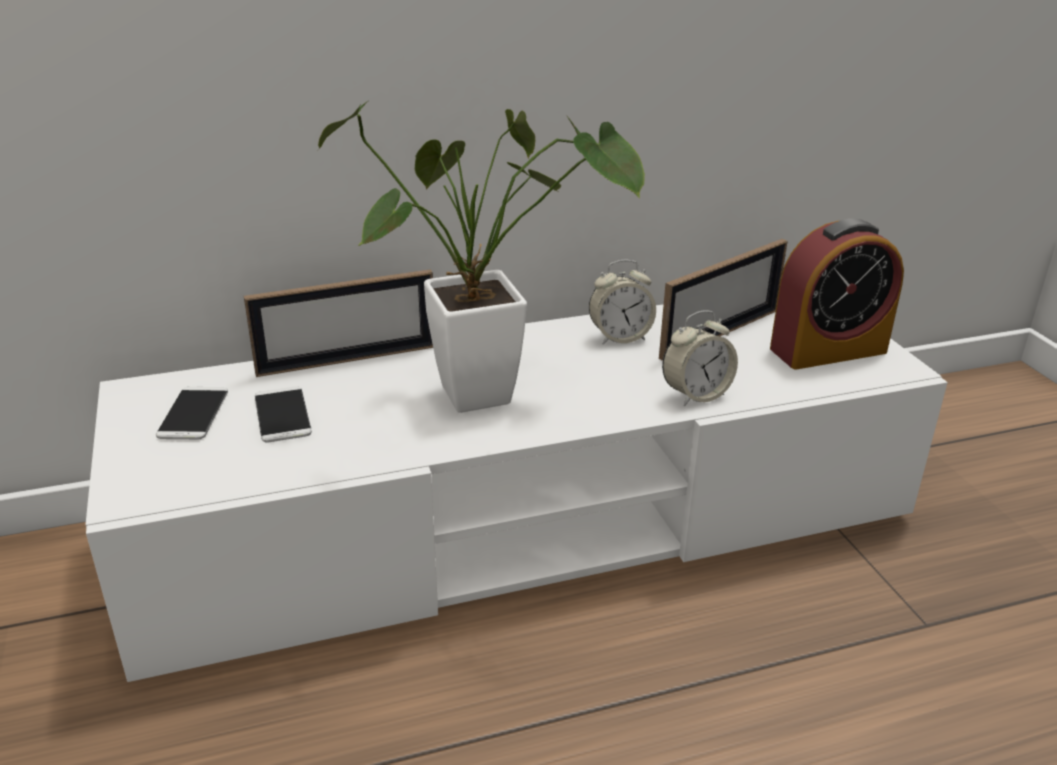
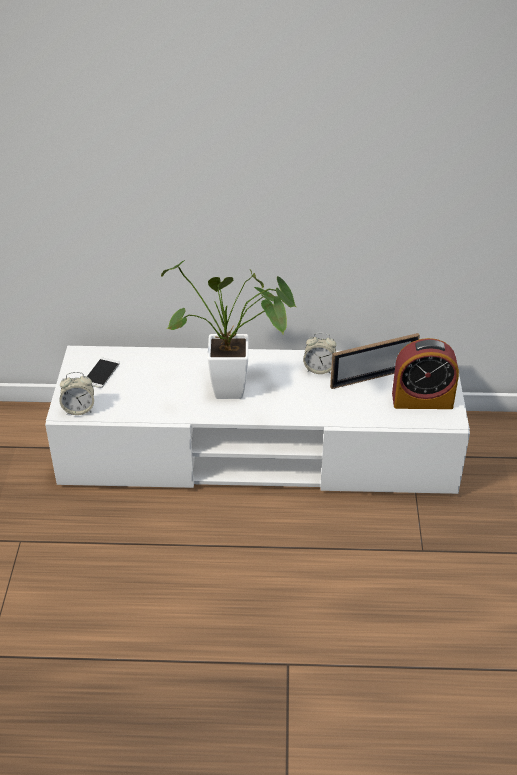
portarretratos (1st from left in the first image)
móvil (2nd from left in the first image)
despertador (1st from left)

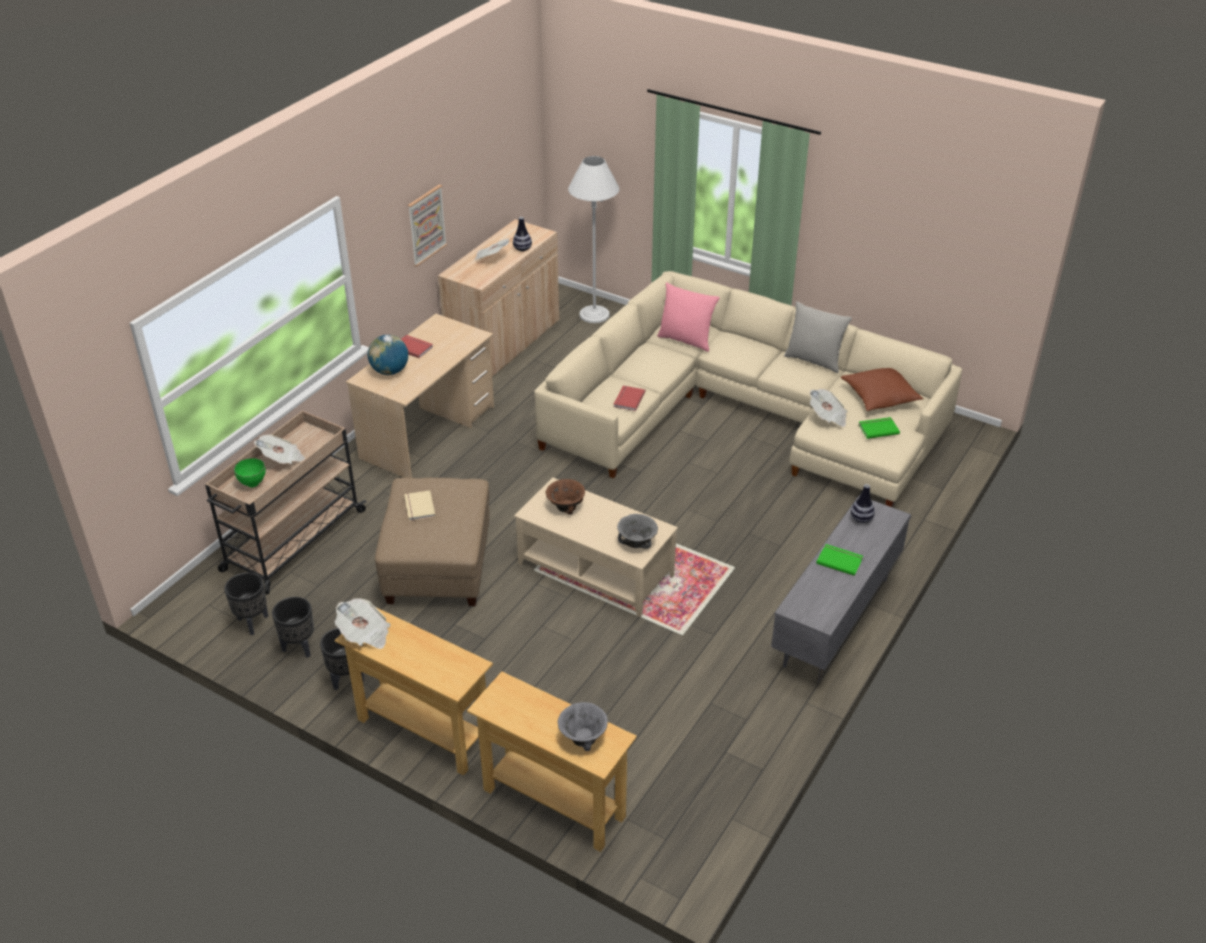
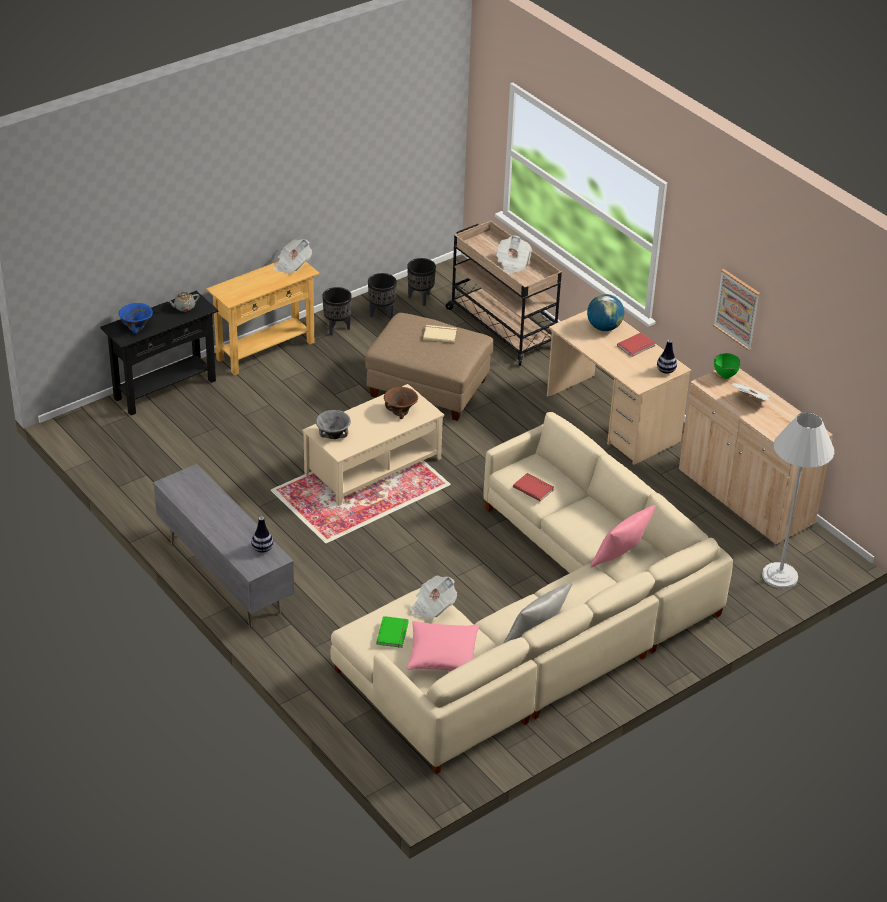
cuenco (verde)
mesa consola (negro)
florero (2nd from left)
cuenco (azul)
libro (verde) (1st from left in the first image)
cojín (rosa) (1st from left)
tetera (gris)

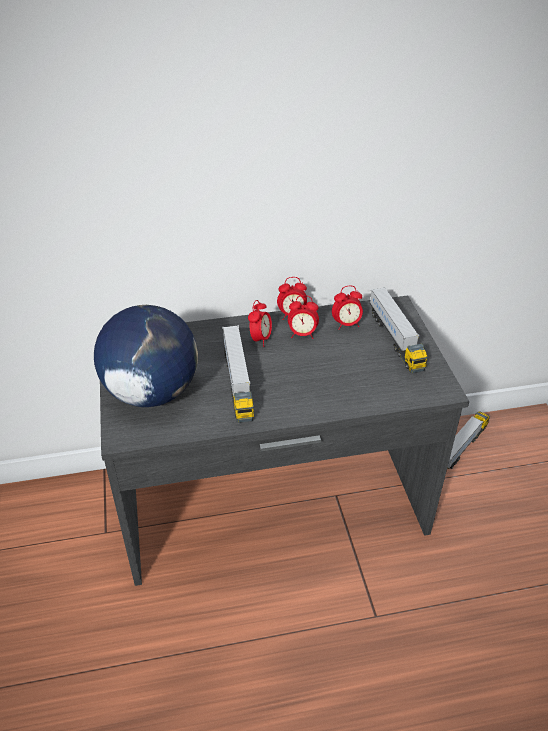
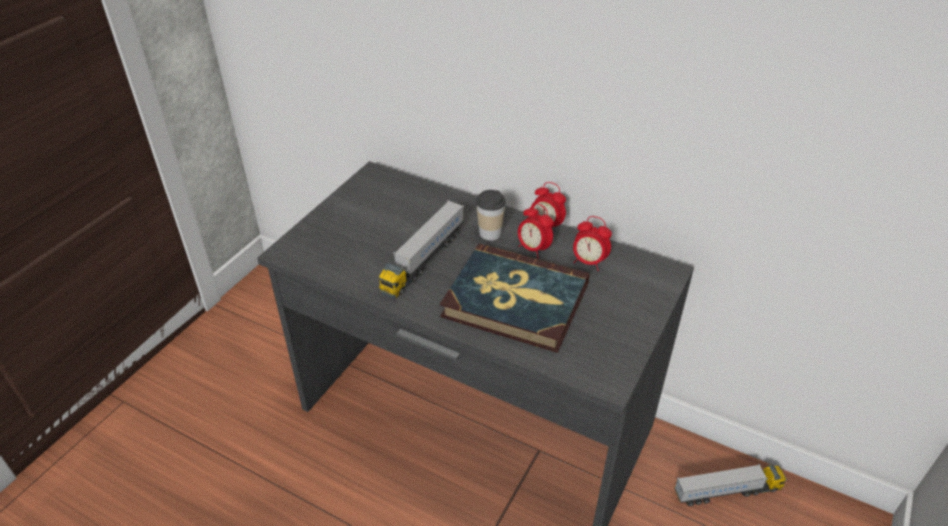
globo terráqueo
taza
camión de juguete (2nd from left in the first image)
libro

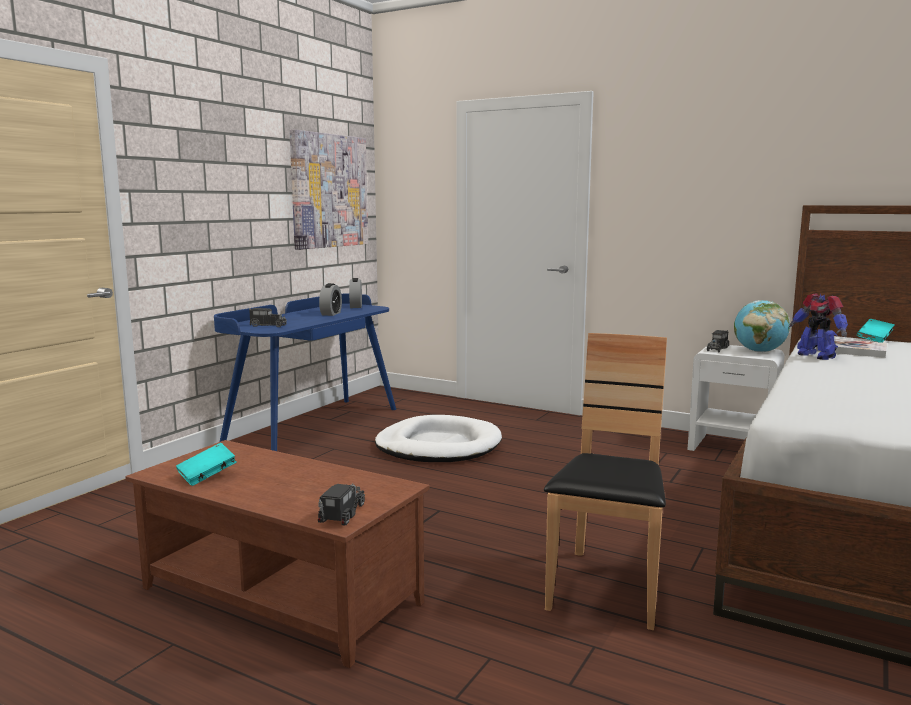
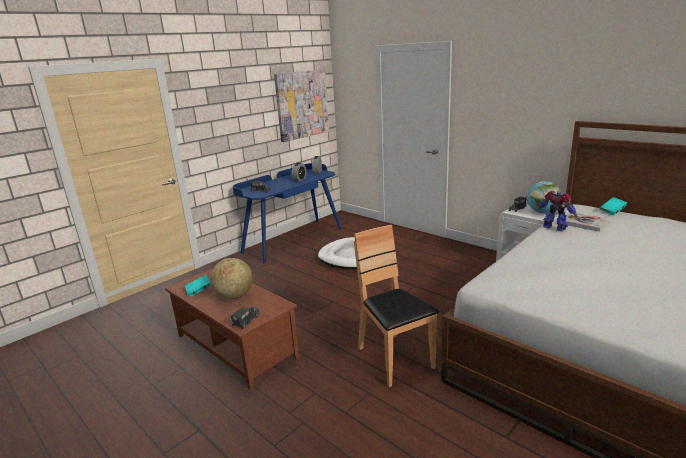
silla (marrón)
robot de juguete
globo terráqueo (1st from left)

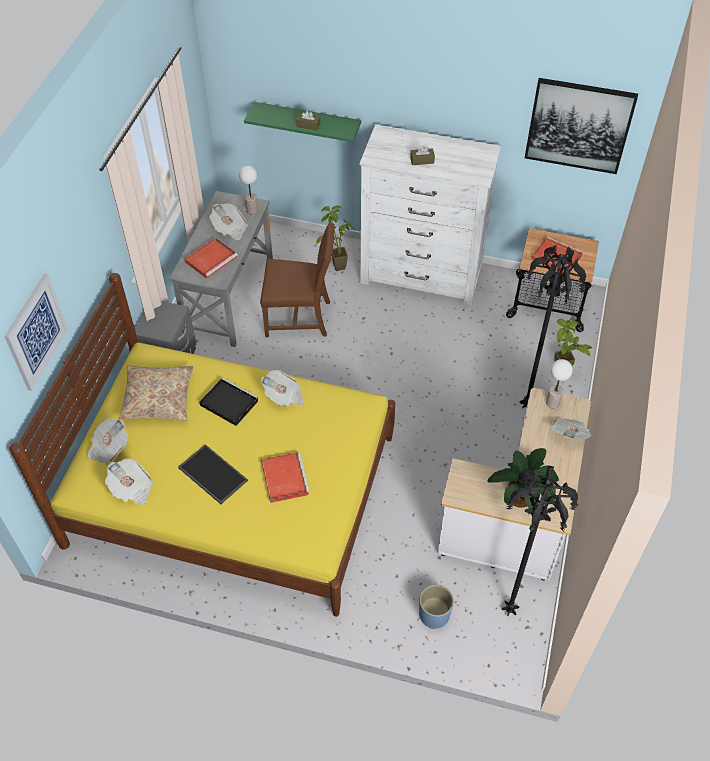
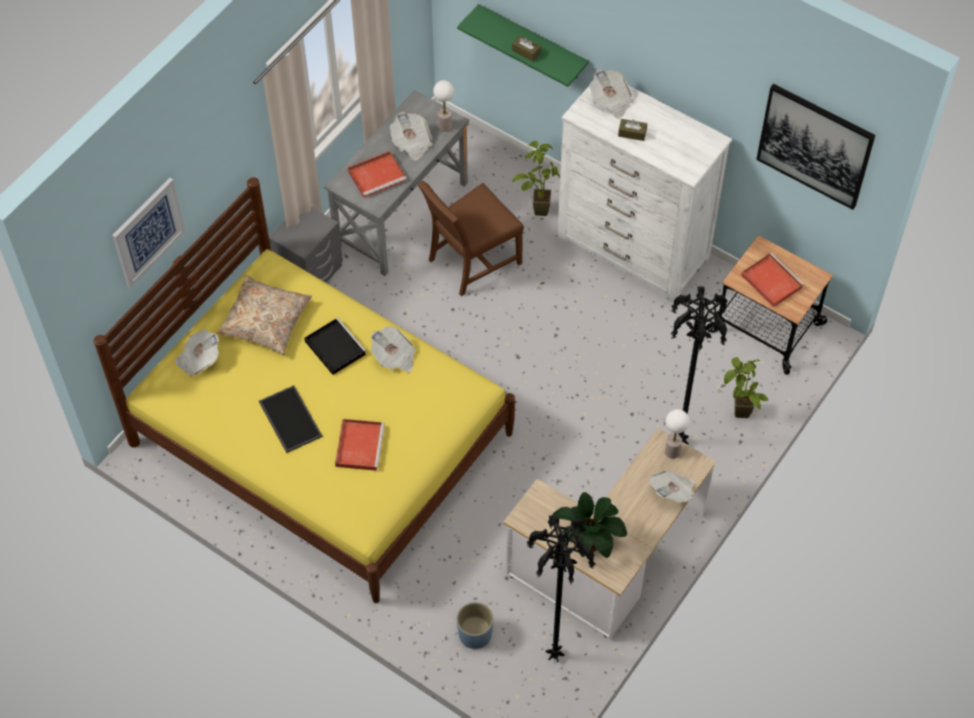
periódico (4th from left)
silla (marrón)

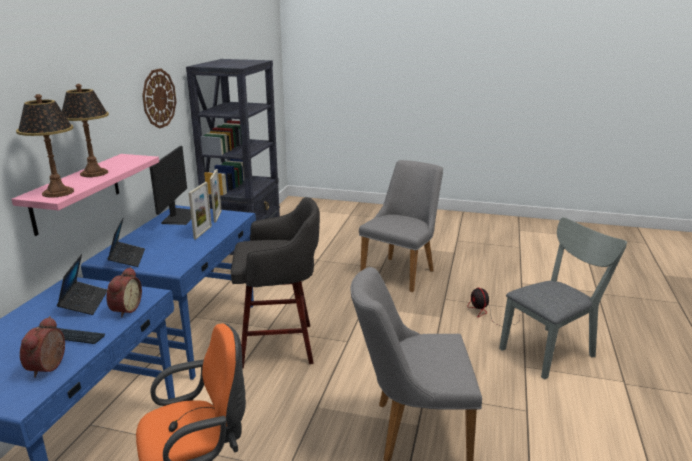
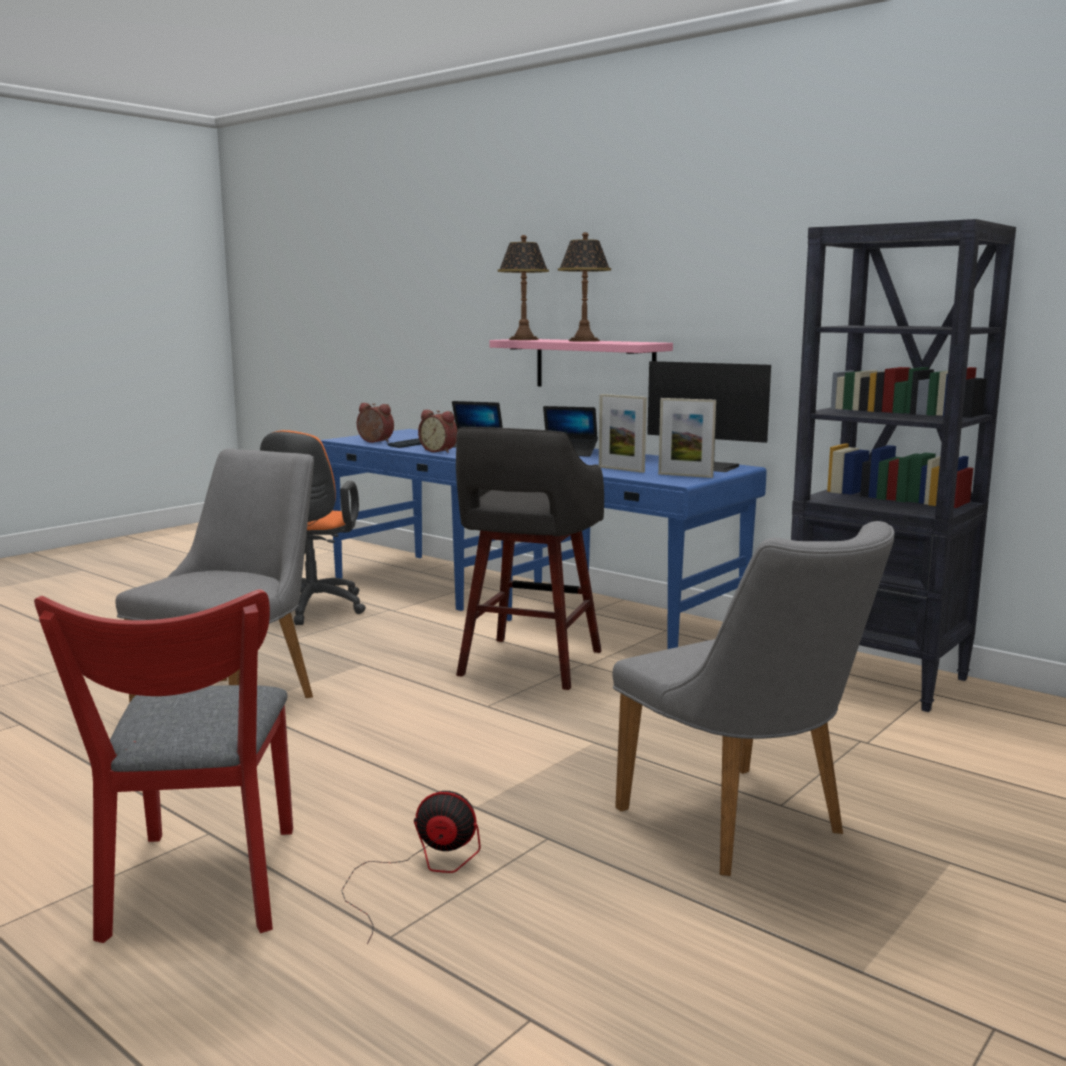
reloj de pared
silla (rojo)

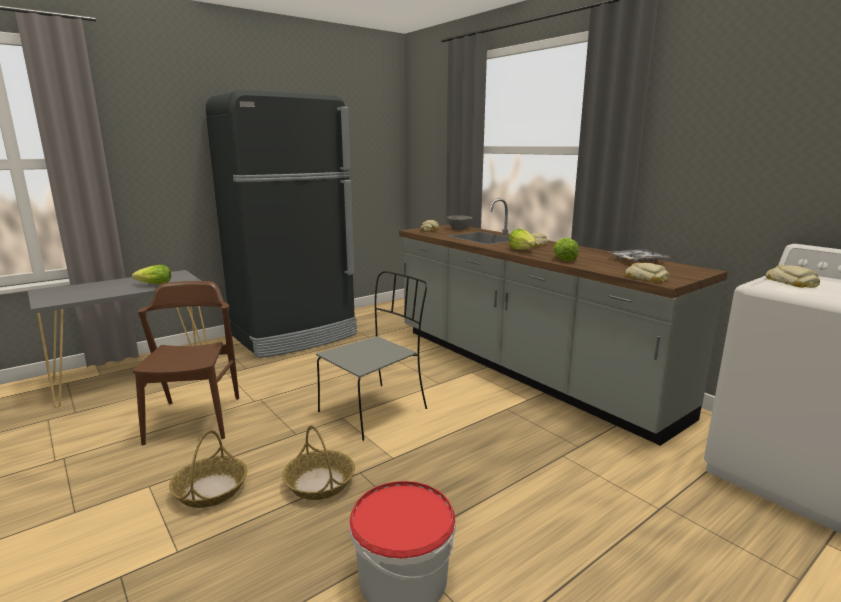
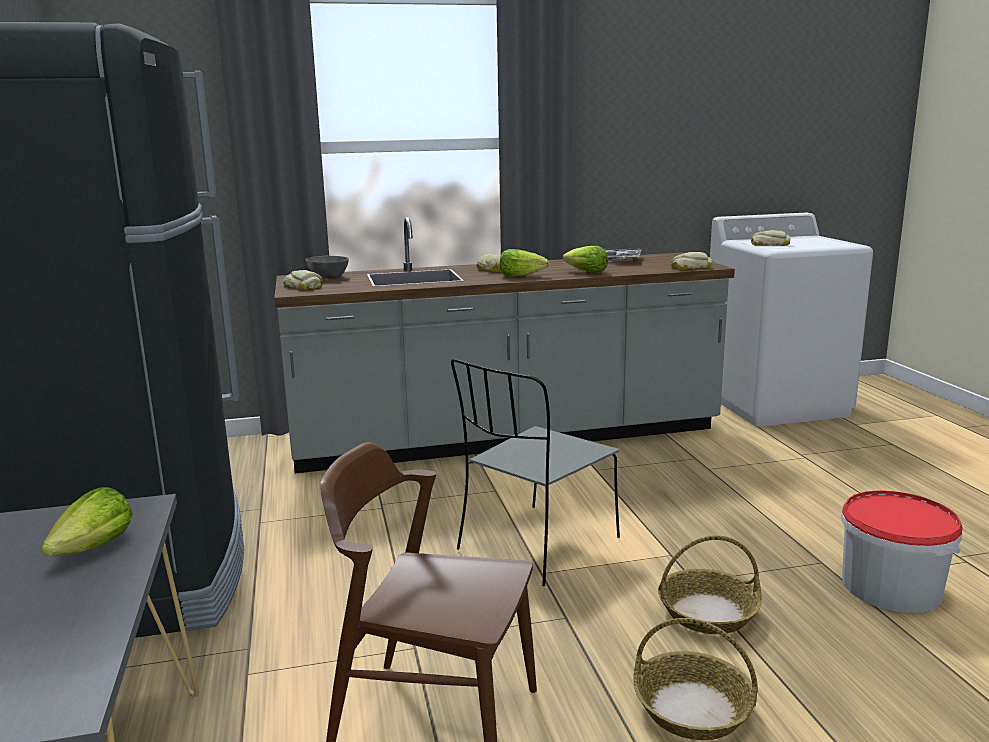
silla (gris)

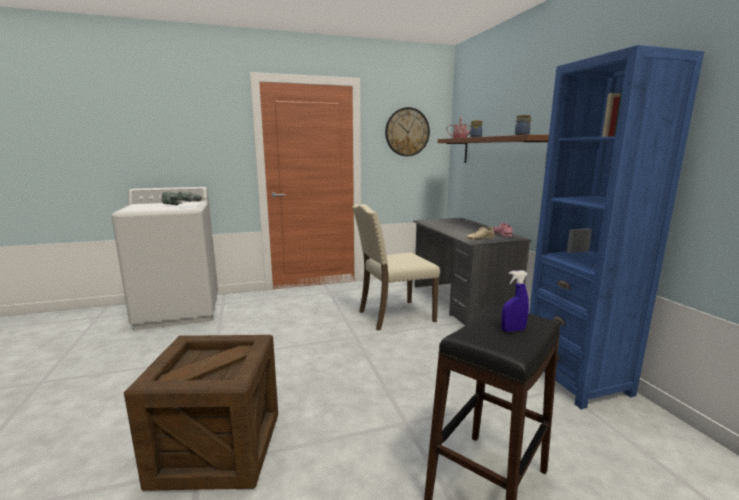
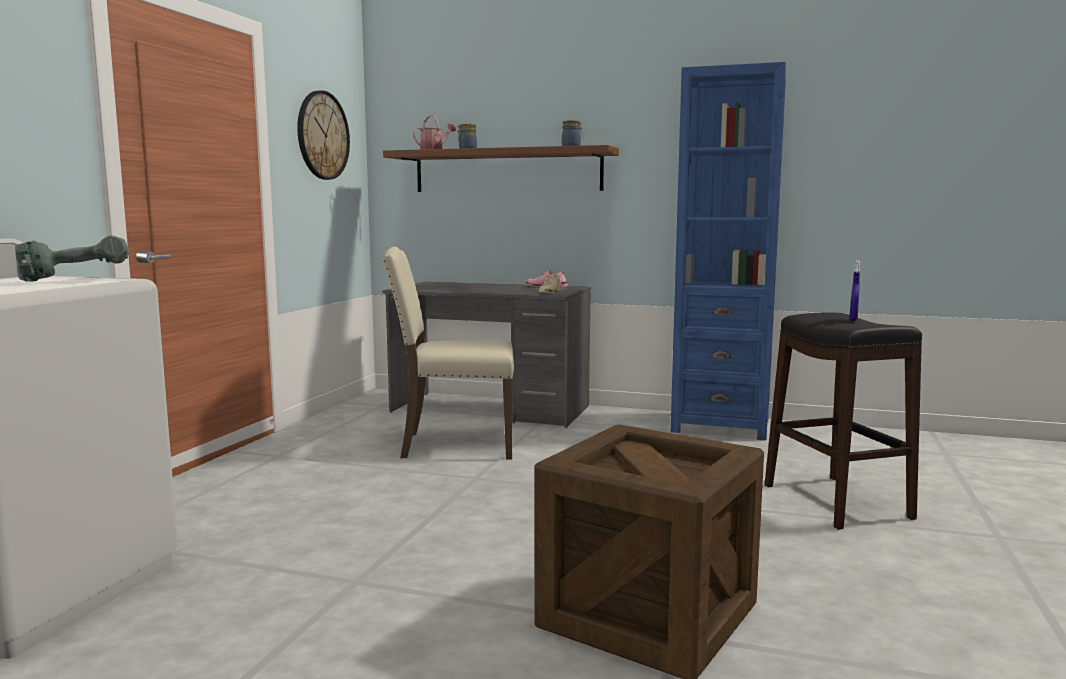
silla (beis)

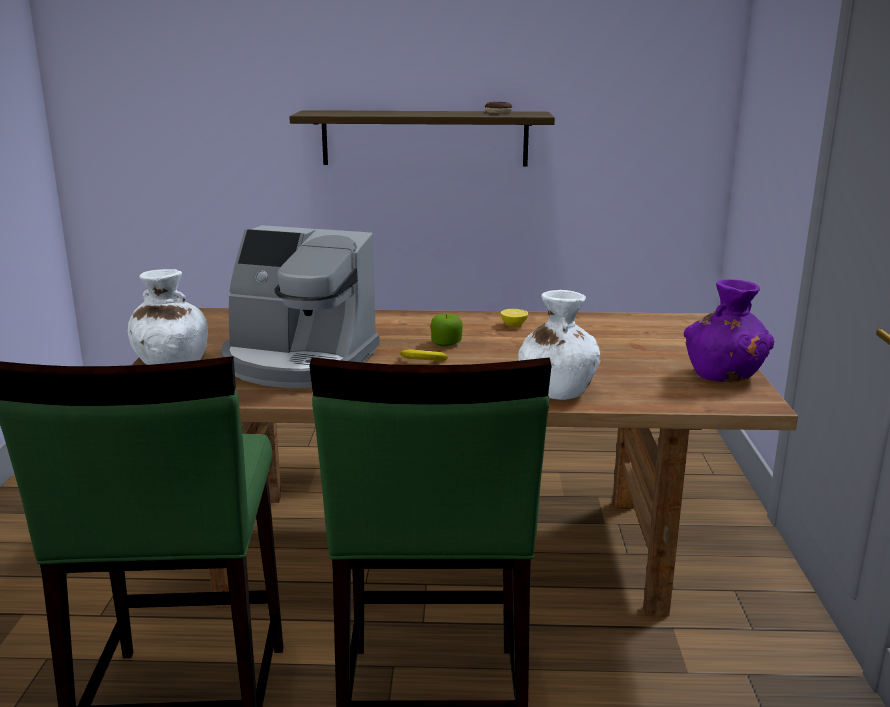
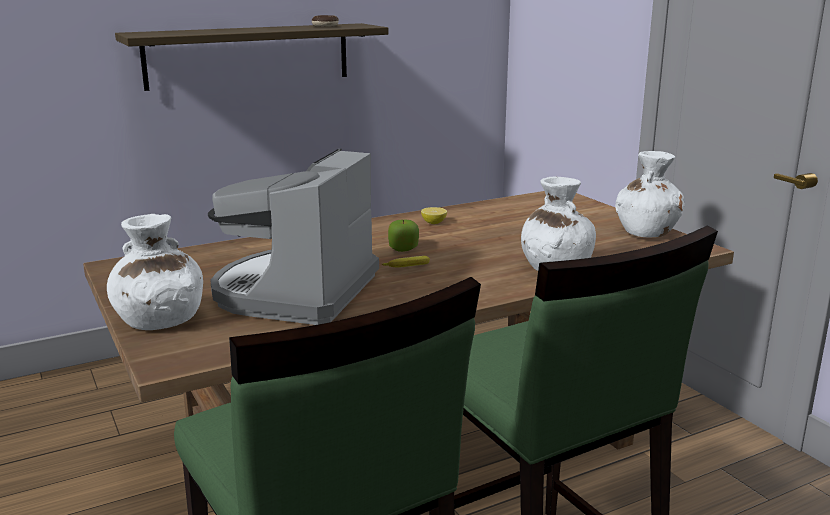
cafetera
florero (blanco) (3rd from left)

